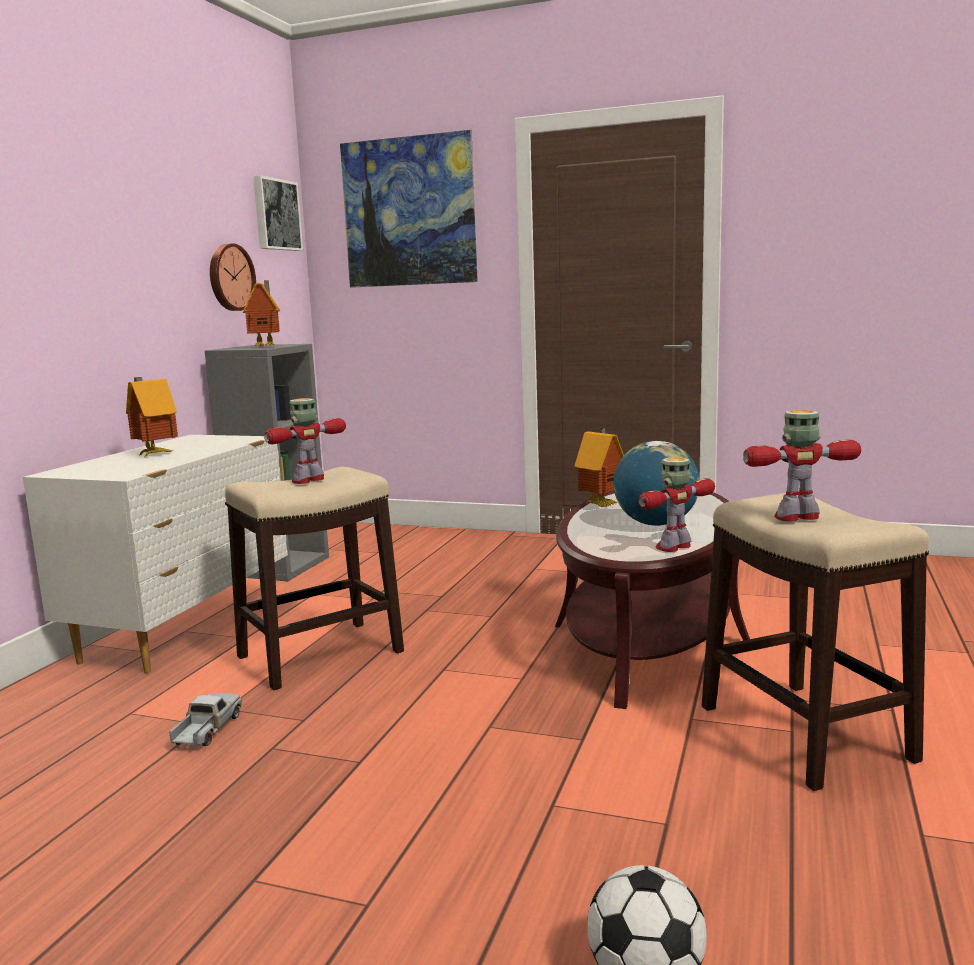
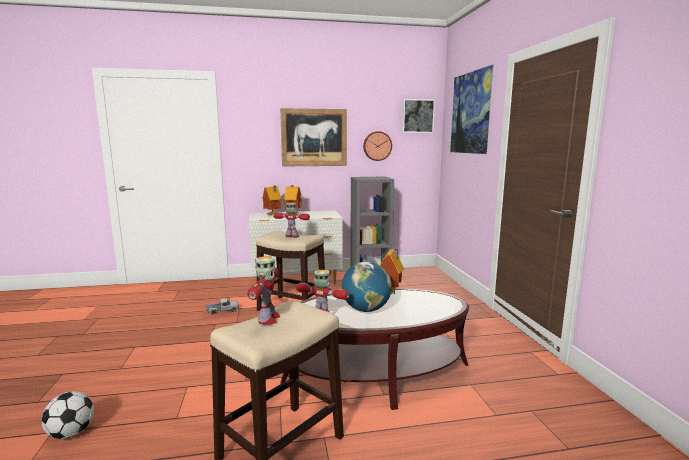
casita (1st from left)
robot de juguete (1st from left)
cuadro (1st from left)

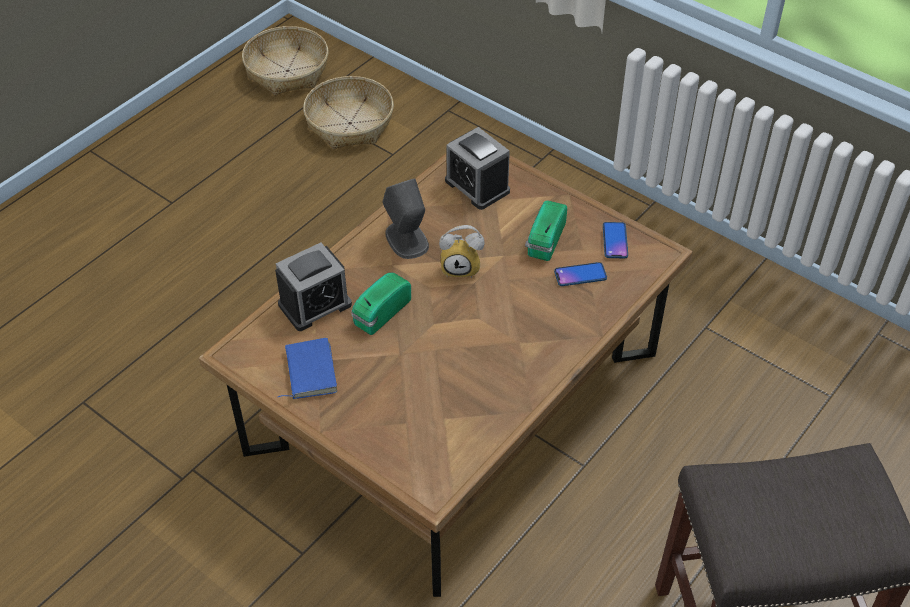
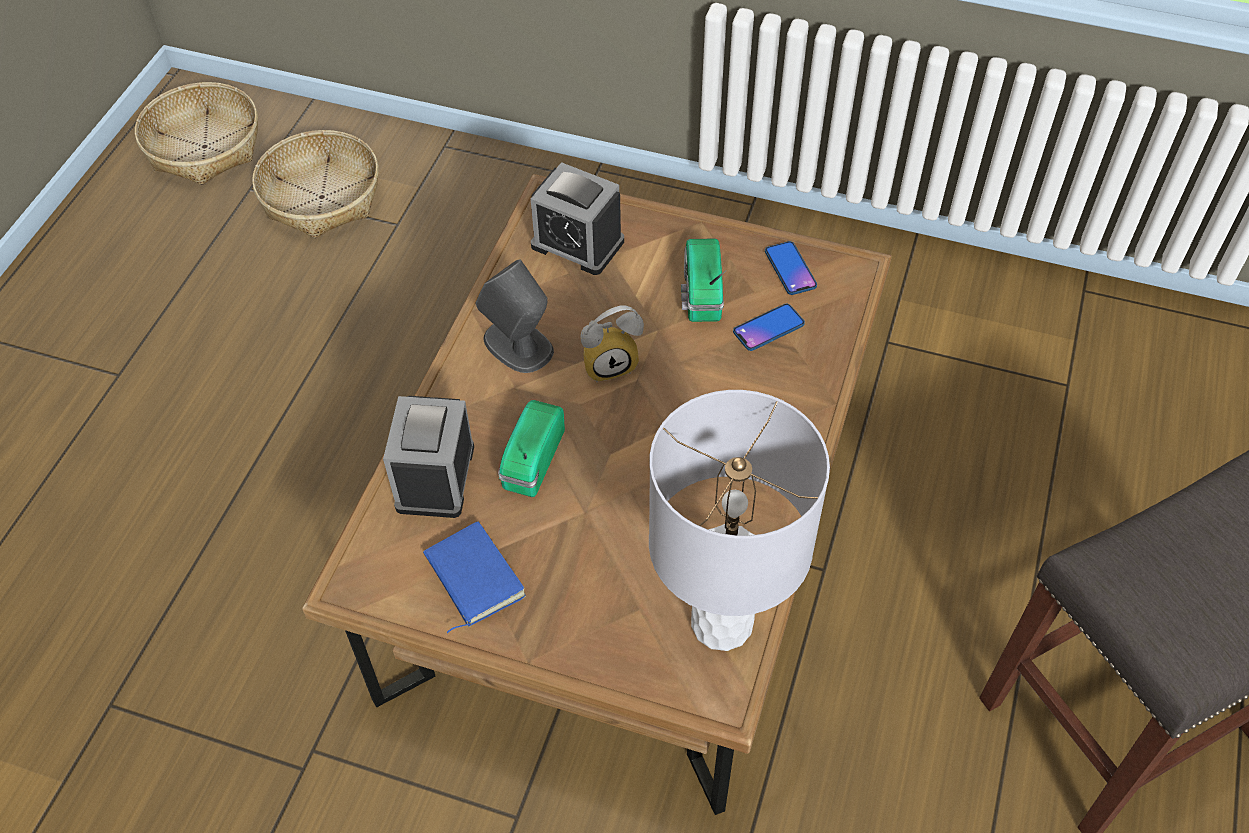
despertador (1st from left)
lámpara de mesa (gris)

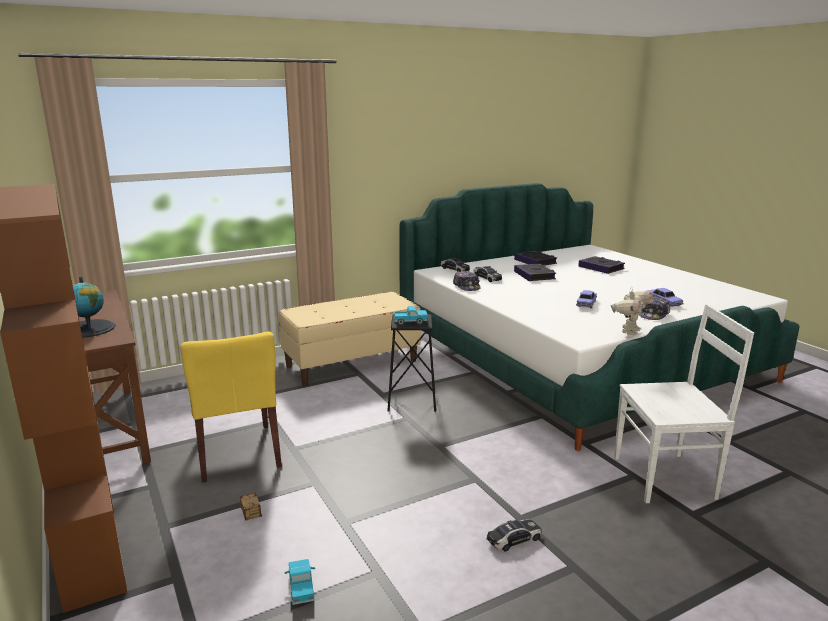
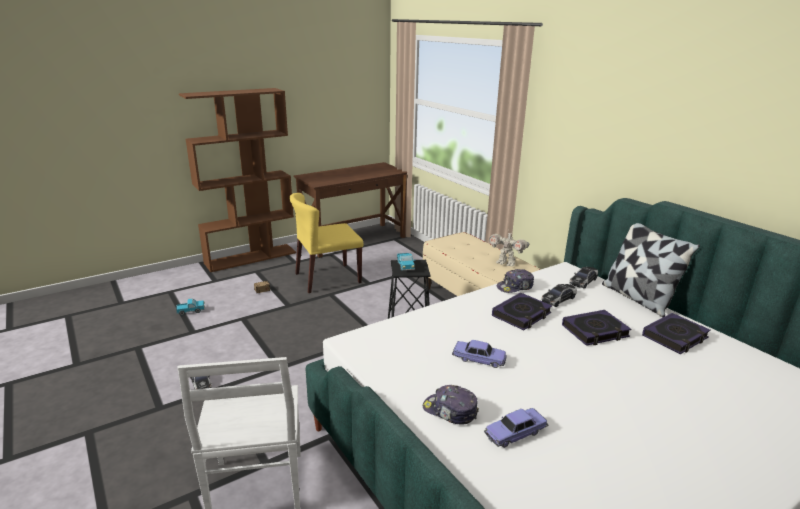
globo terráqueo
libro (1st from left)
robot de juguete
cojín

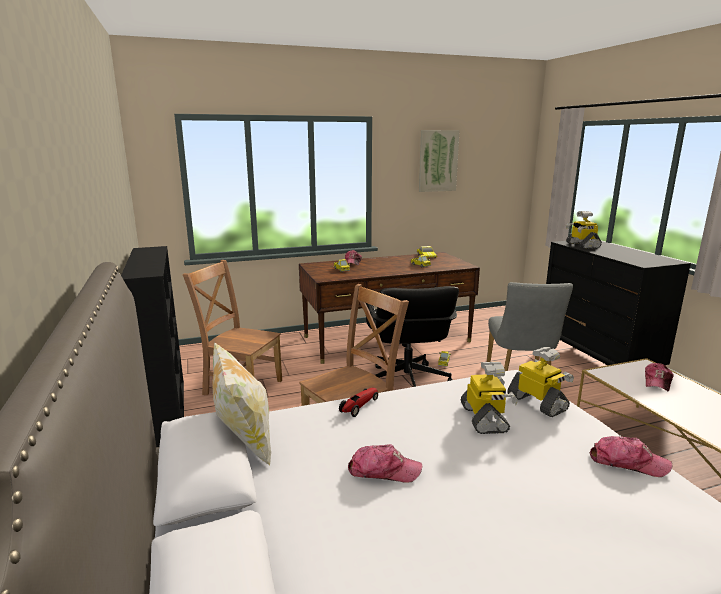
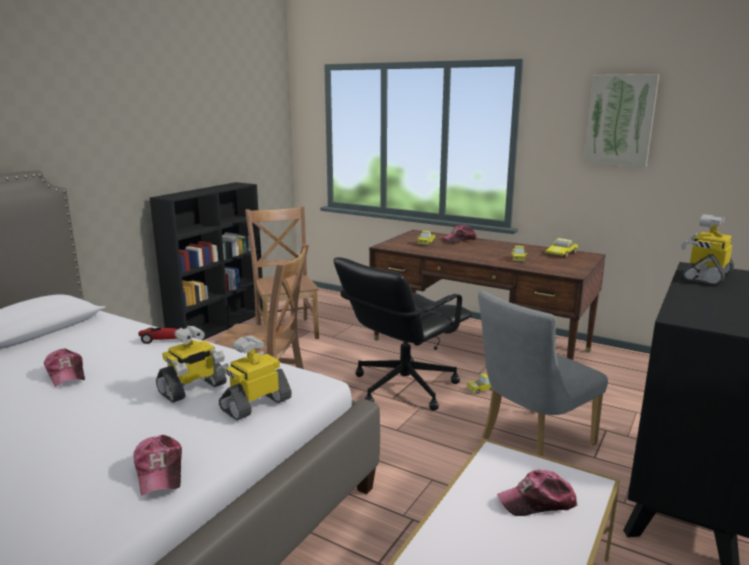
cojín
robot de juguete (2nd from left)

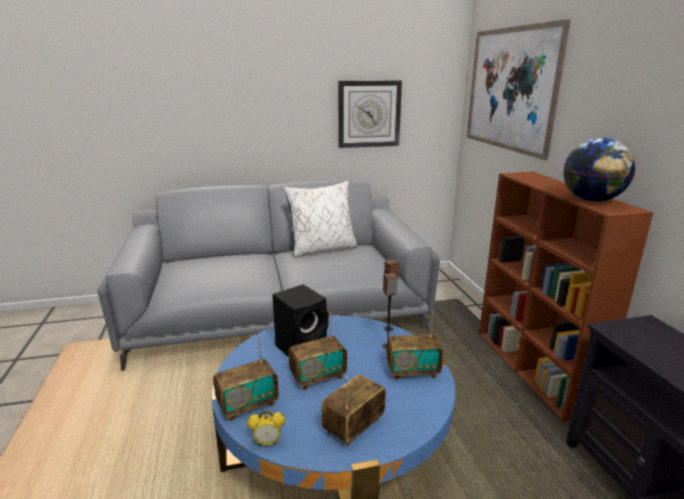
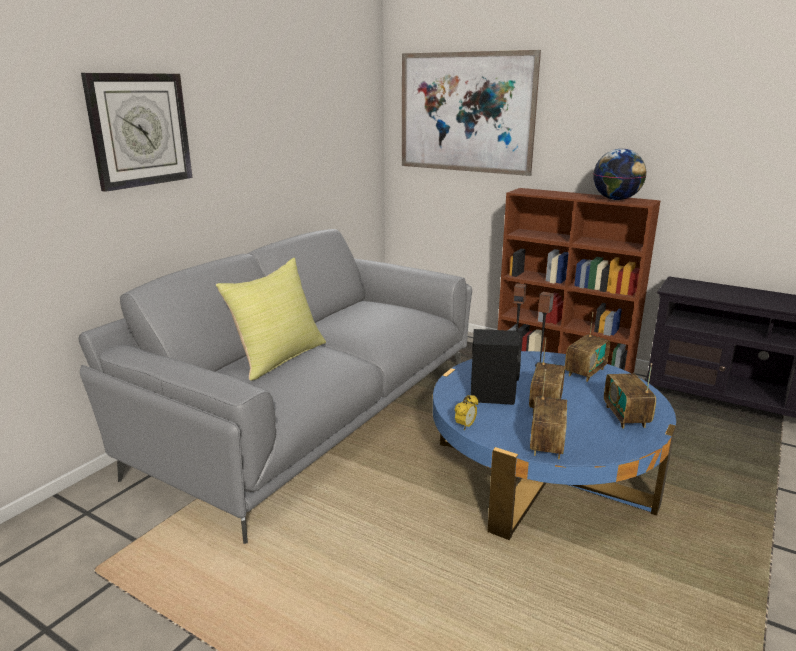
despertador
cojín (blanco)
reloj de pared
cojín (amarillo)

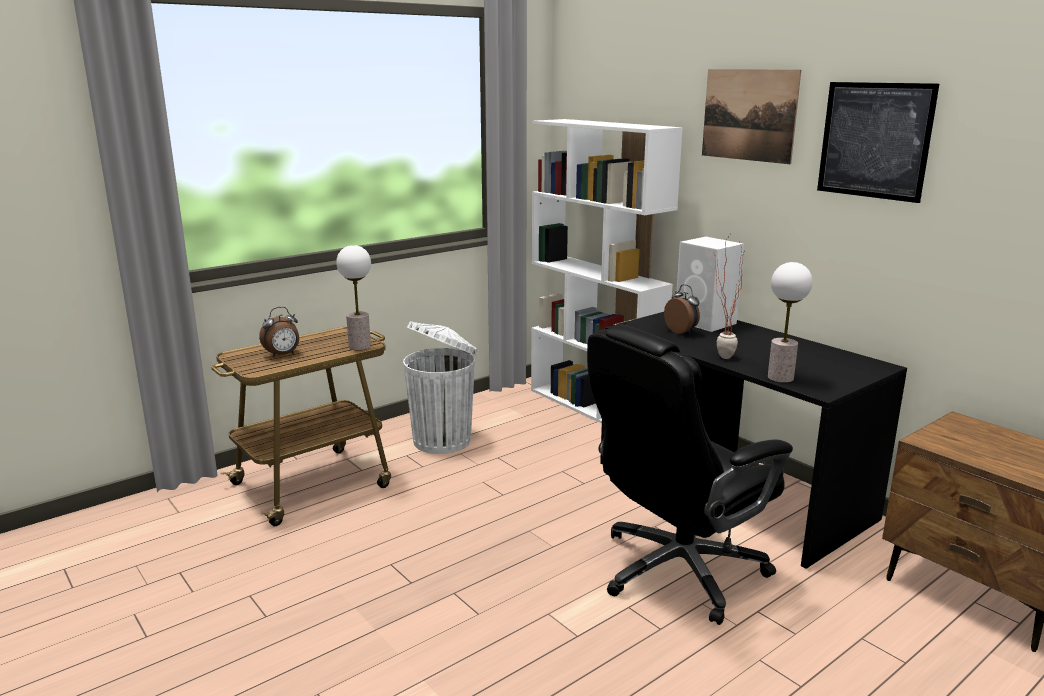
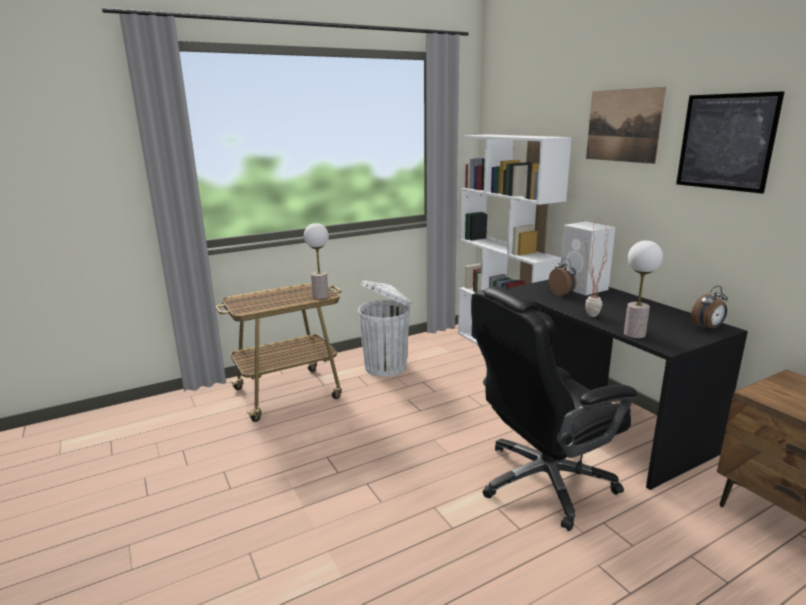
despertador (2nd from left)

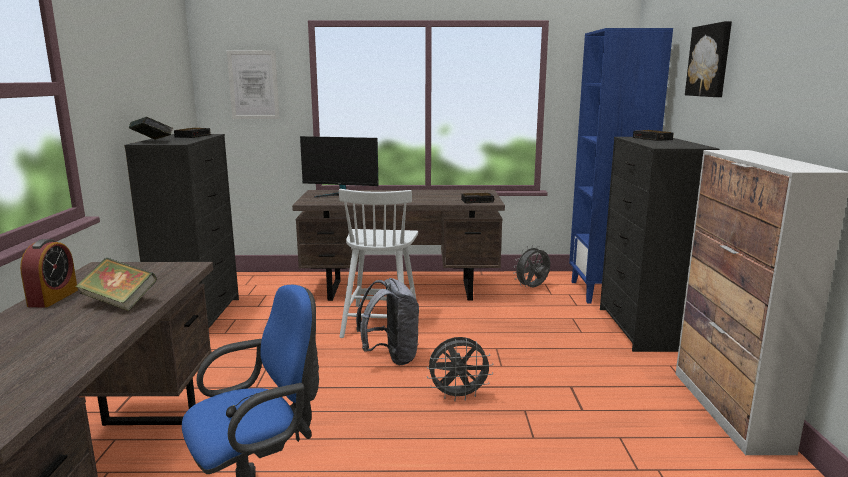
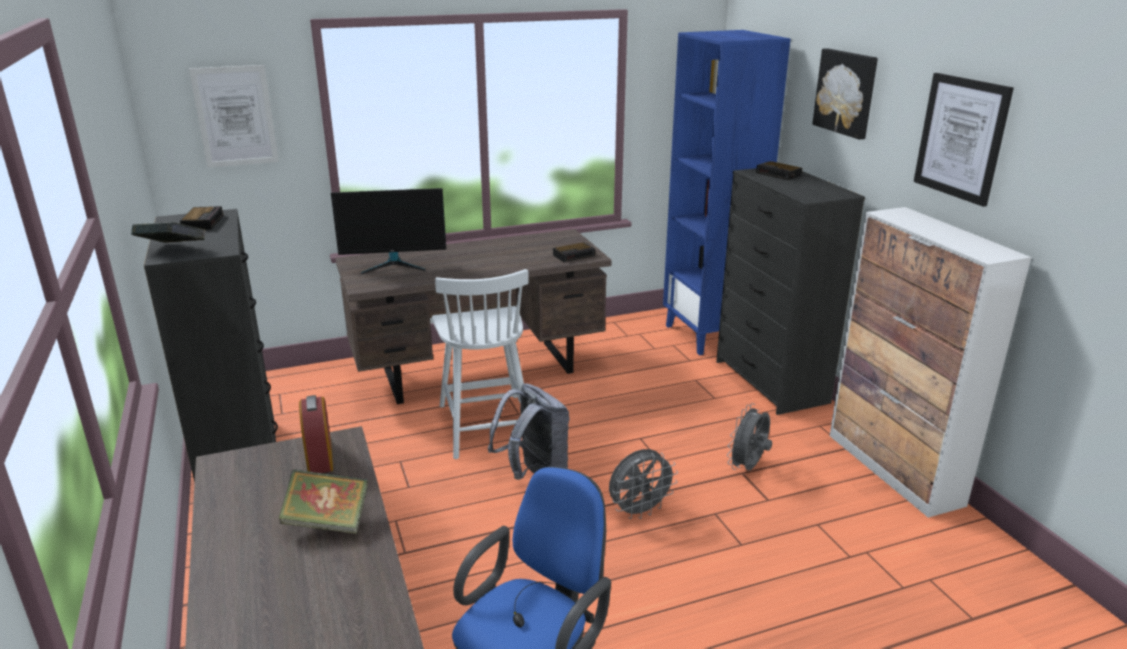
despertador (2nd from left)
ventilador (gris) (2nd from left)
cuadro (3rd from left)

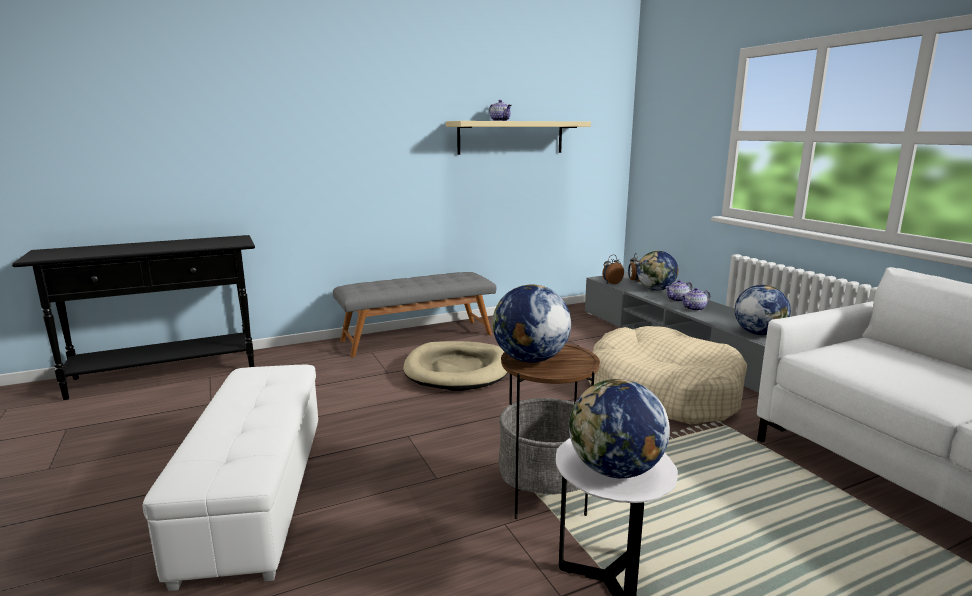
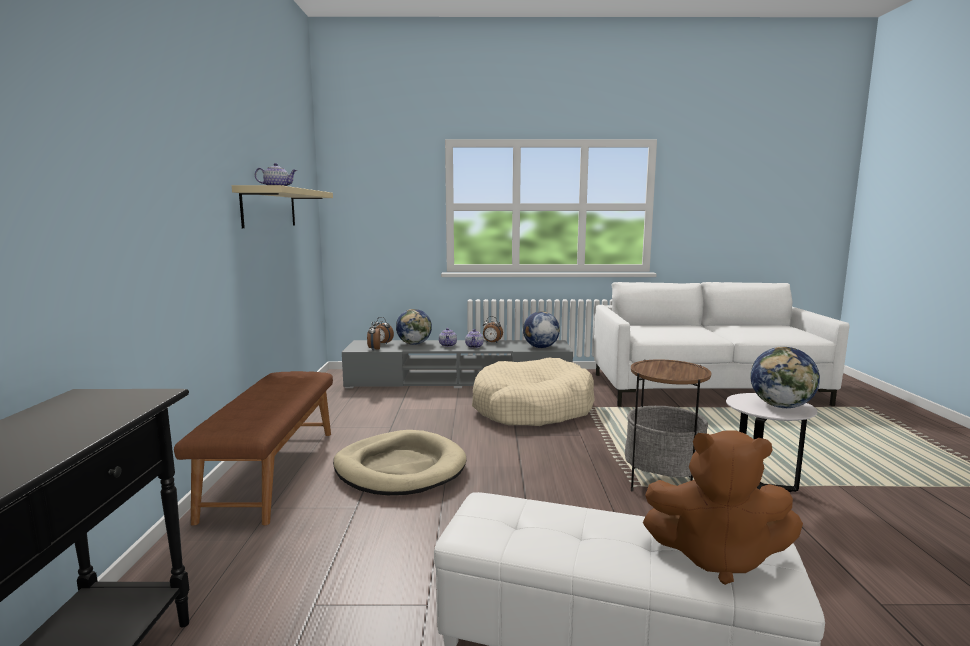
banco (marrón)
globo terráqueo (1st from left in the first image)
despertador (3rd from left)
peluche (marrón)

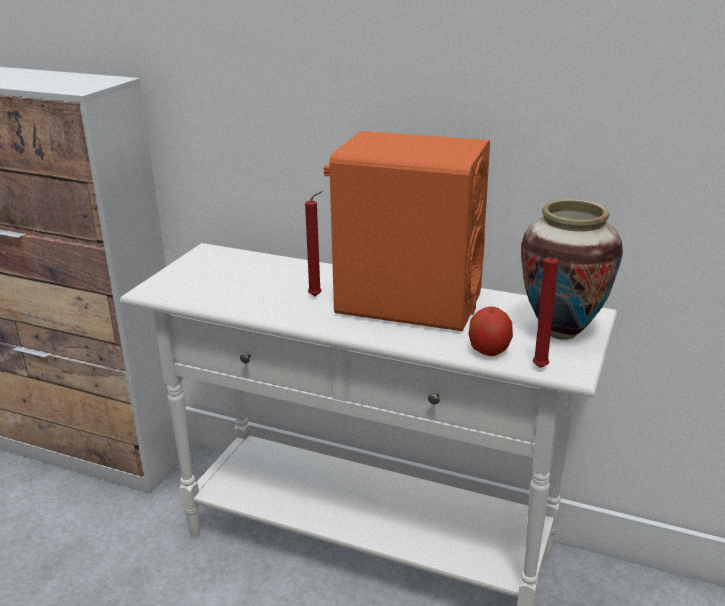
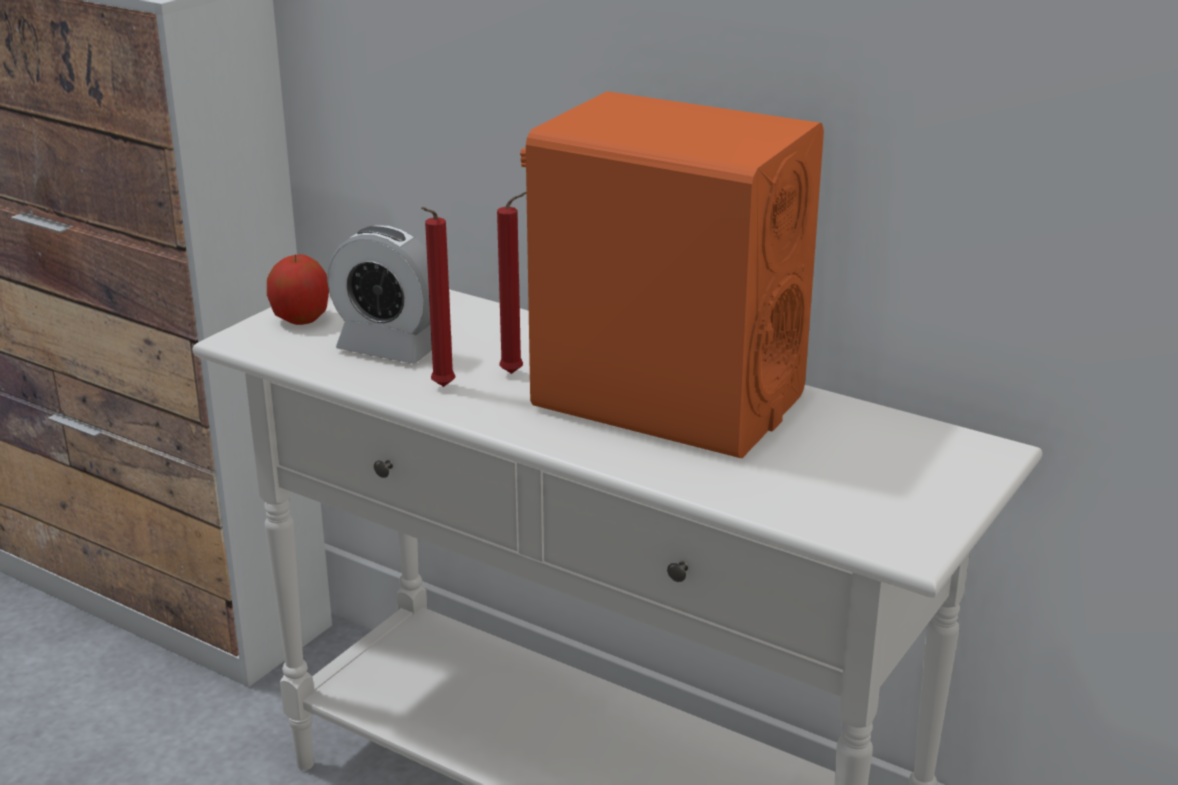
manzana
florero
vela (rojo) (1st from left)
despertador

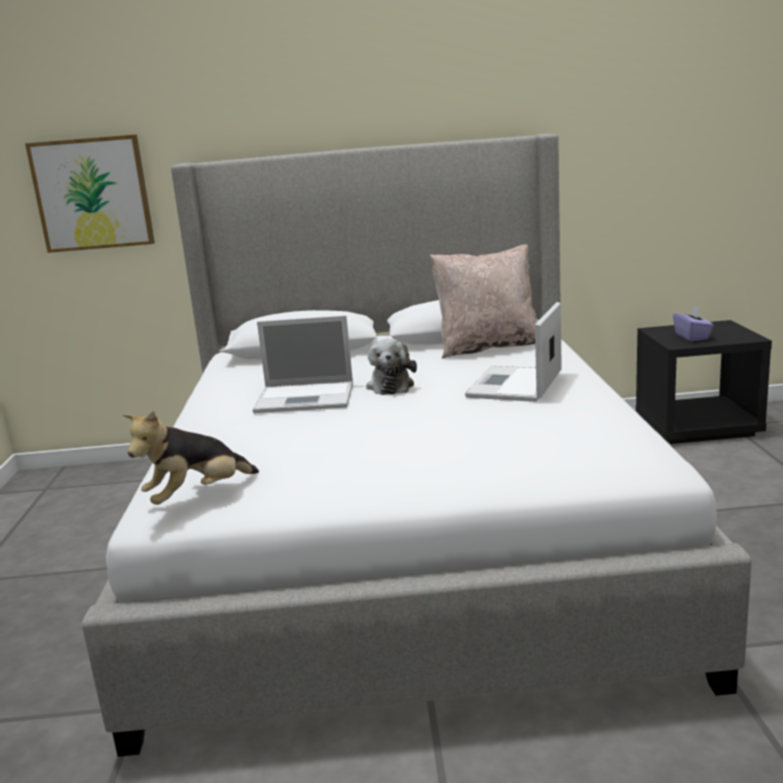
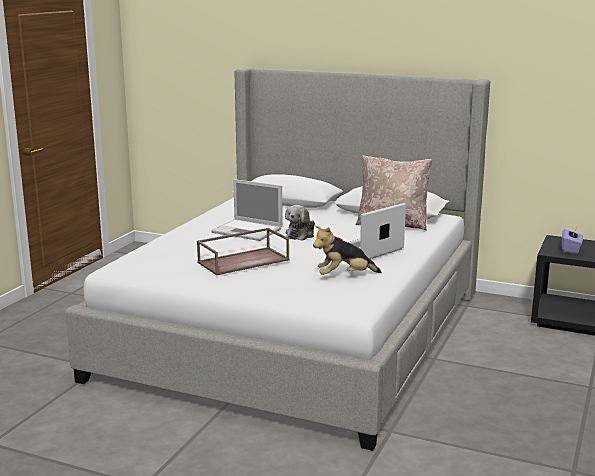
cuadro
peluche (2nd from left)
bandeja (marrón)

